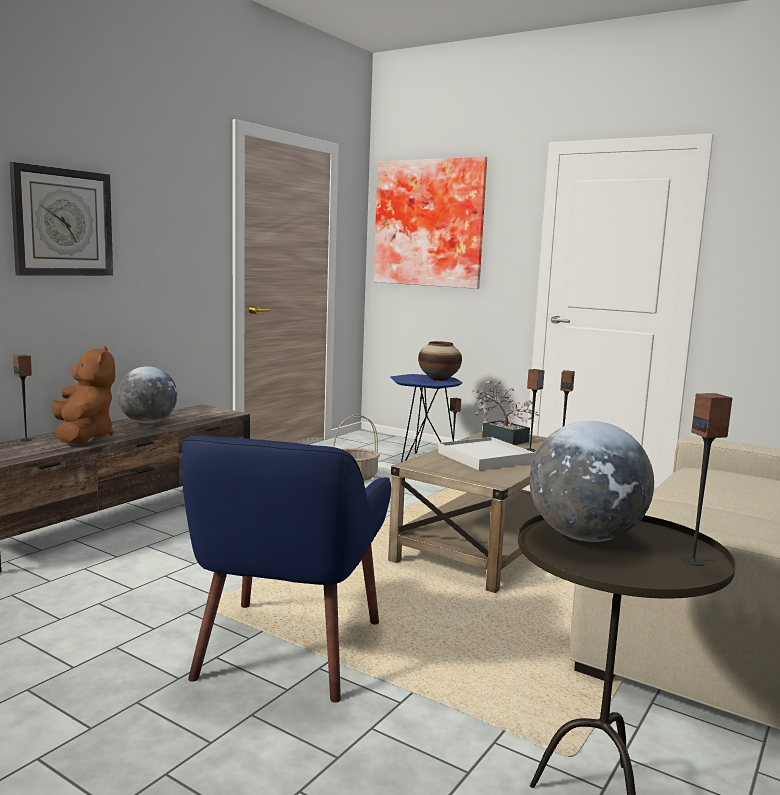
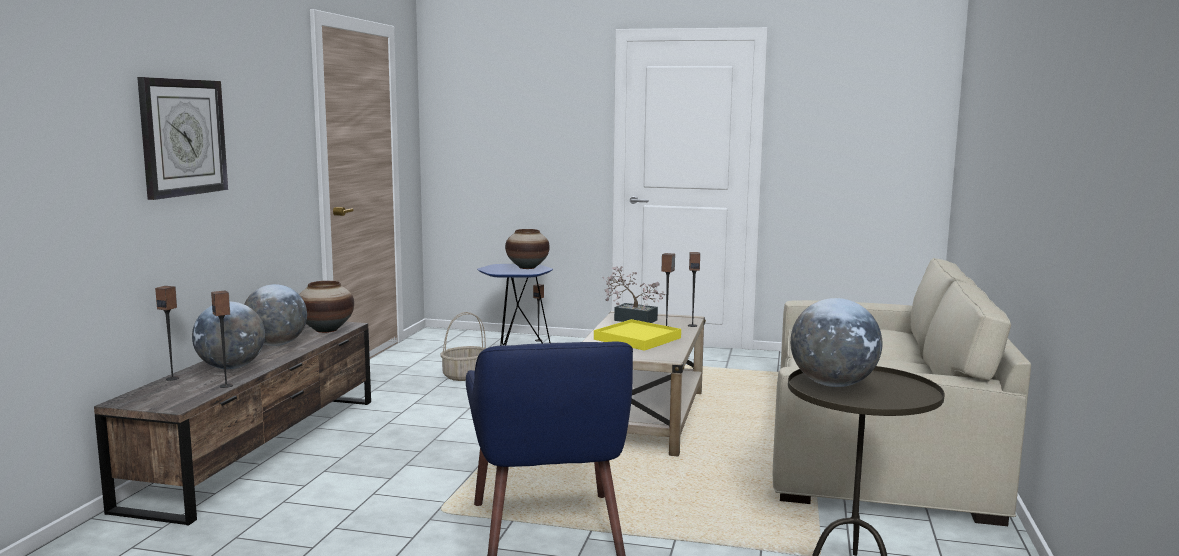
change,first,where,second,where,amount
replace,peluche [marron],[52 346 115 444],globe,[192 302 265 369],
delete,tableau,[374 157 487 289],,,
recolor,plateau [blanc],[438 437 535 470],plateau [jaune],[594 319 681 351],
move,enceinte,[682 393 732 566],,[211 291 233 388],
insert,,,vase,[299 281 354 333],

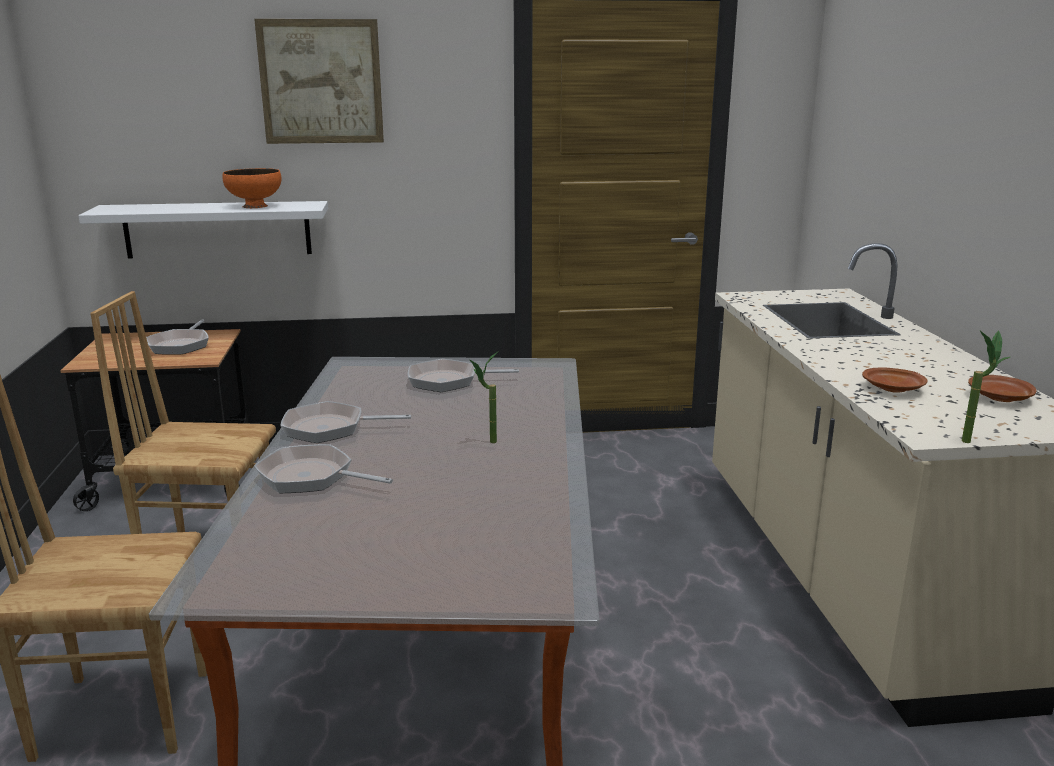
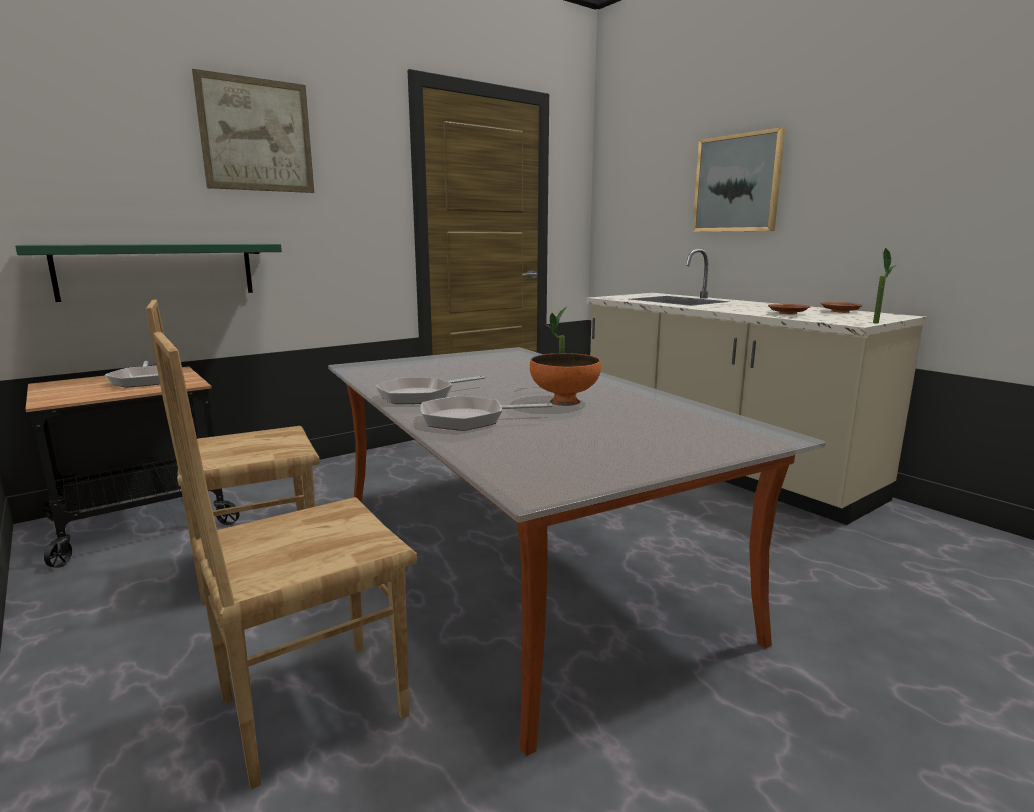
change,first,where,second,where,amount
recolor,étagère [blanc],[78 201 328 258],étagère [vert],[15 244 282 302],
move,bol [orange],[223 168 282 208],,[530 353 601 406],
delete,poêle,[407 359 519 392],,,
insert,,,tableau,[692 127 786 232],

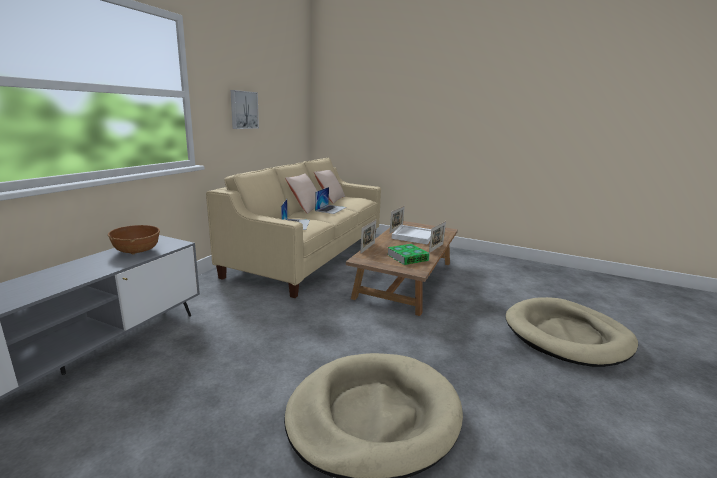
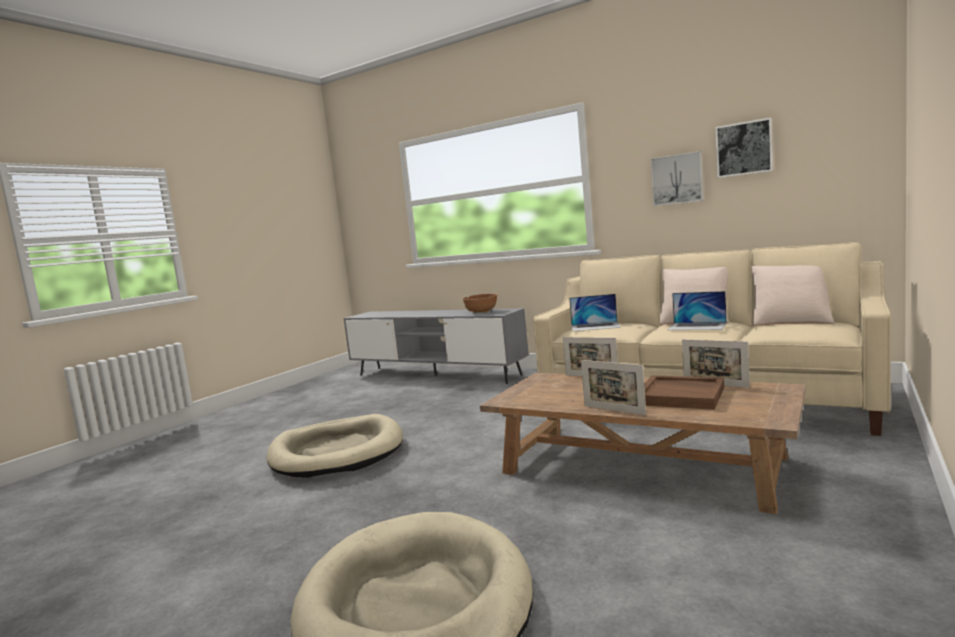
change,first,where,second,where,amount
delete,livre,[387 244 430 265],,,
recolor,plateau [blanc],[392 225 431 245],plateau [marron],[644 375 725 410],
insert,,,tableau,[715 117 773 178],

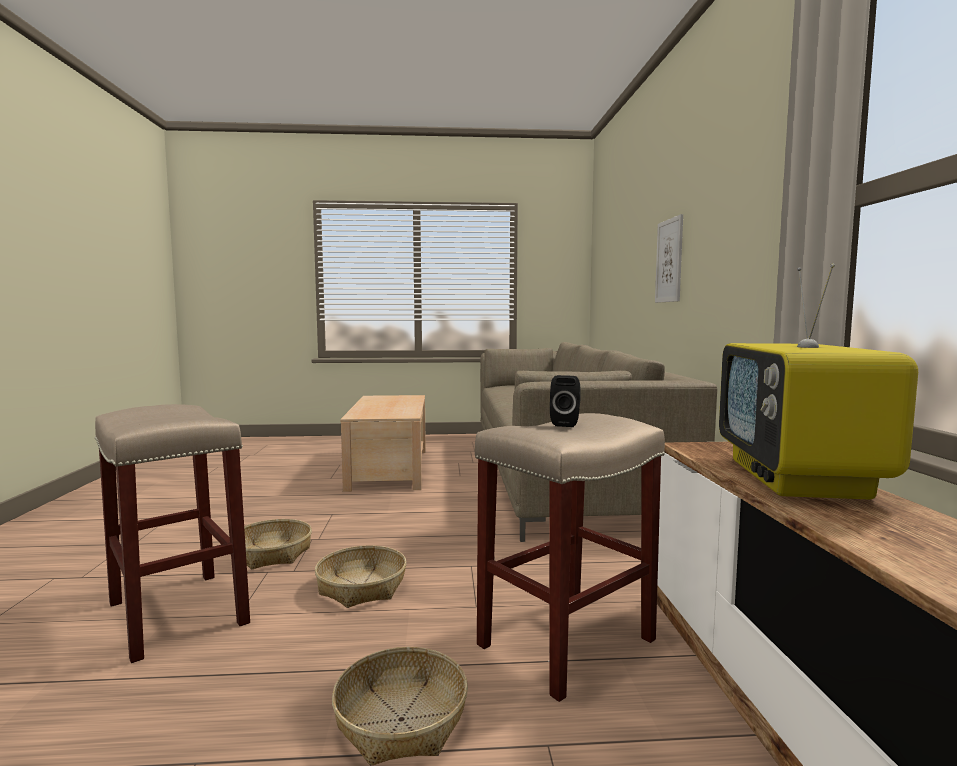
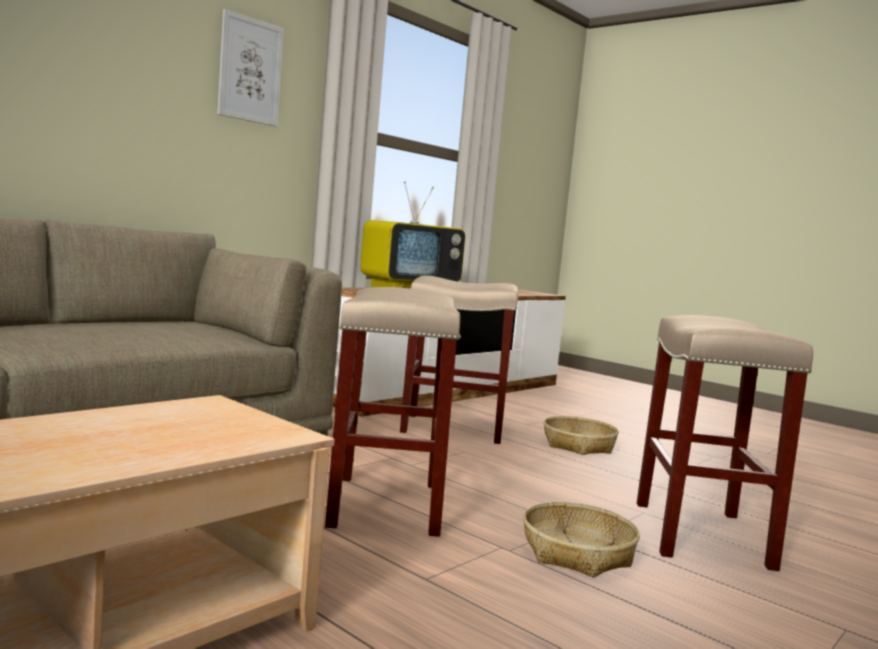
change,first,where,second,where,amount
delete,panier,[315 545 407 608],,,
delete,enceinte [noir],[550 375 580 427],,,
move,tableau,[655 214 683 303],,[217 9 284 127],
insert,,,tabouret [beige],[325 287 461 537],

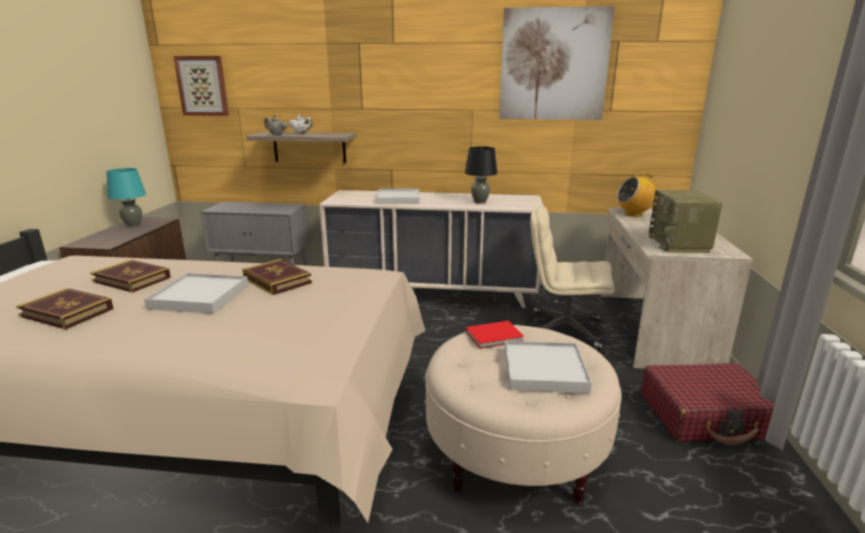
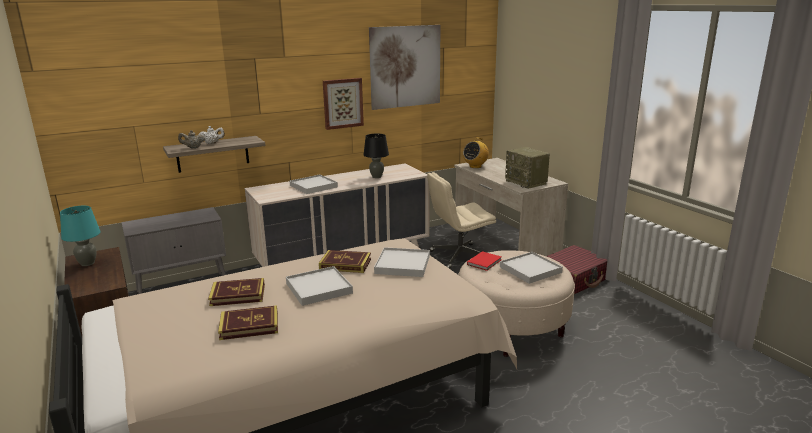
change,first,where,second,where,amount
move,tableau,[173 56 229 116],,[323 78 364 130],
insert,,,plateau [blanc],[374 247 430 277],

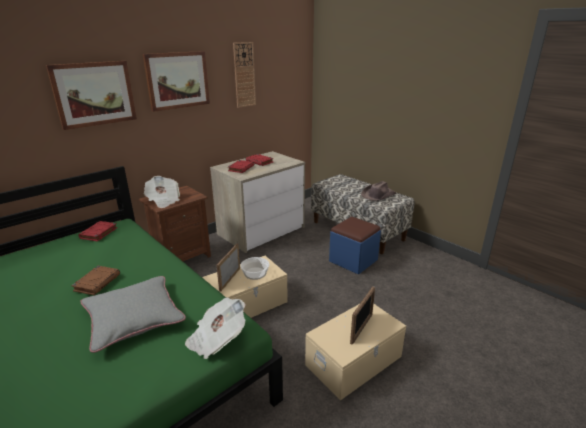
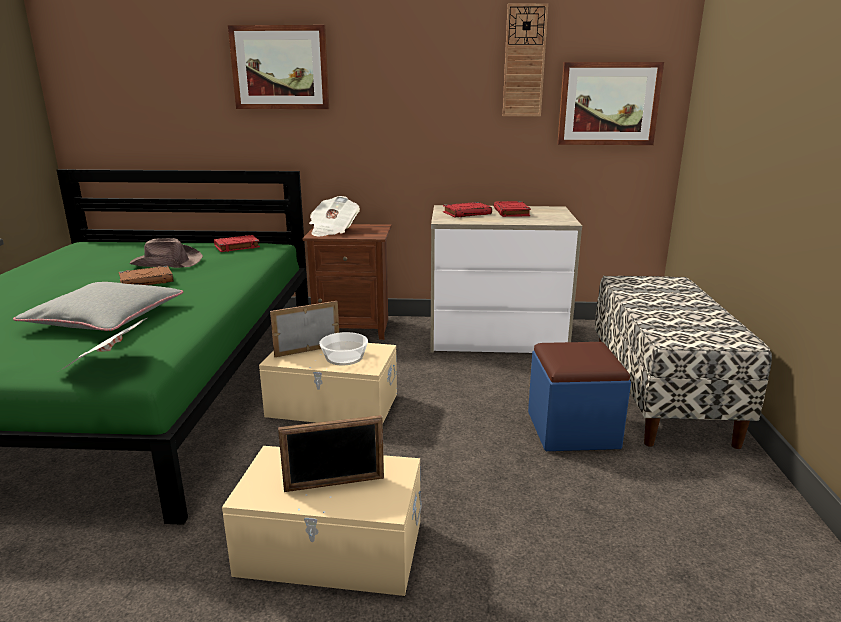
change,first,where,second,where,amount
move,tableau,[143 51 210 112],,[557 62 664 145],
move,chapeau [marron],[361 181 397 201],,[129 238 203 268],

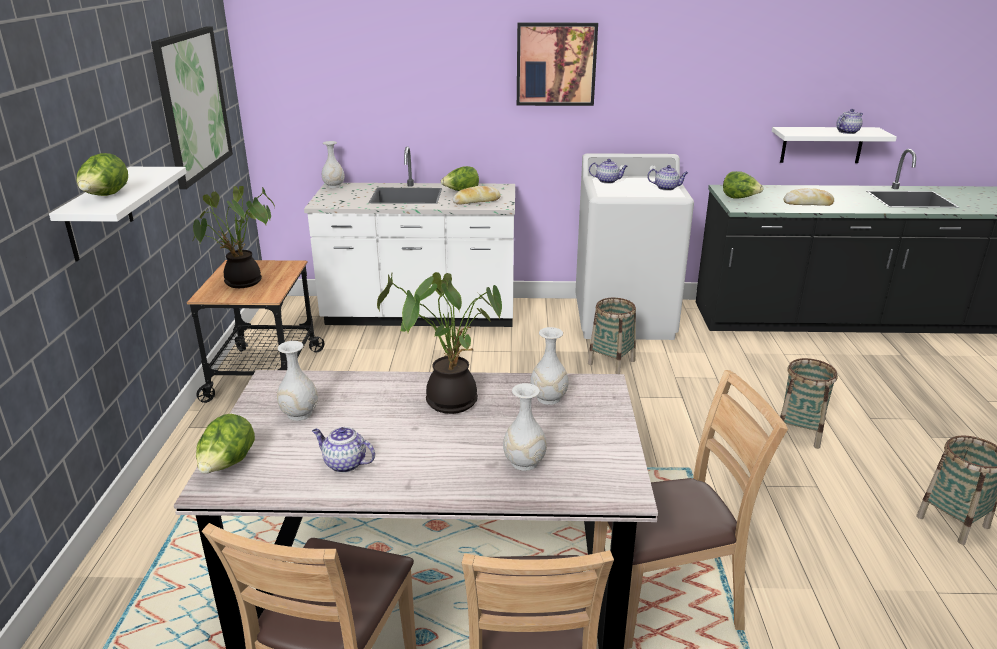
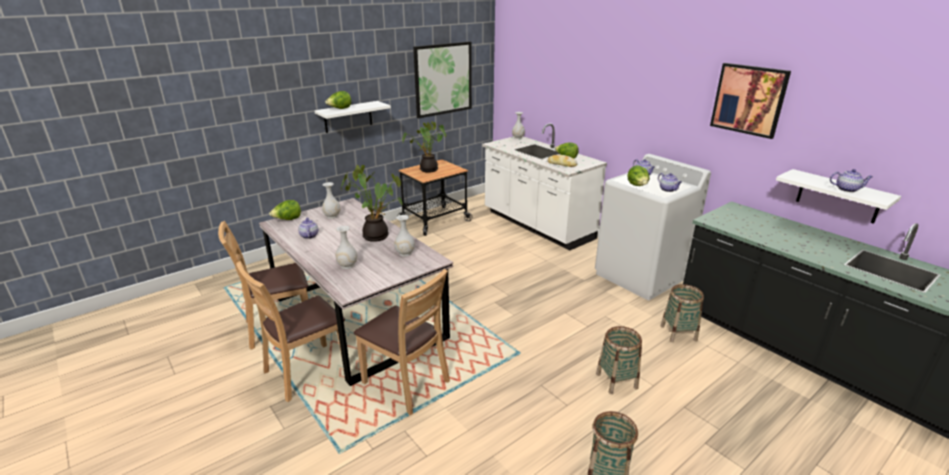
change,first,where,second,where,amount
move,tableau,[517 23 598 106],,[710 63 791 139],
move,panier,[588 298 636 374],,[661 284 704 342],
move,laitue,[723 171 764 199],,[628 165 649 186],
delete,pain,[783 188 834 206],,,

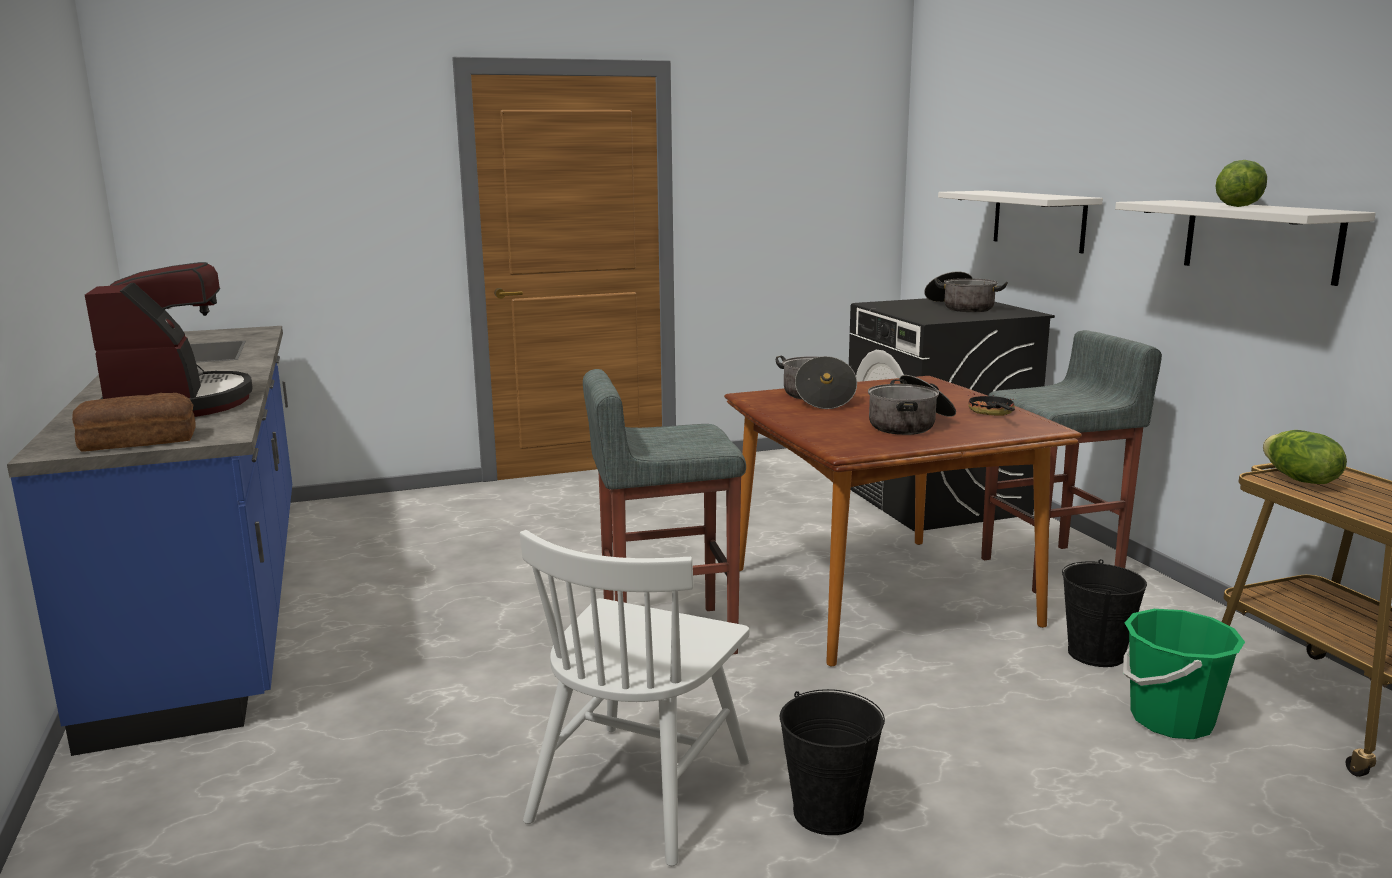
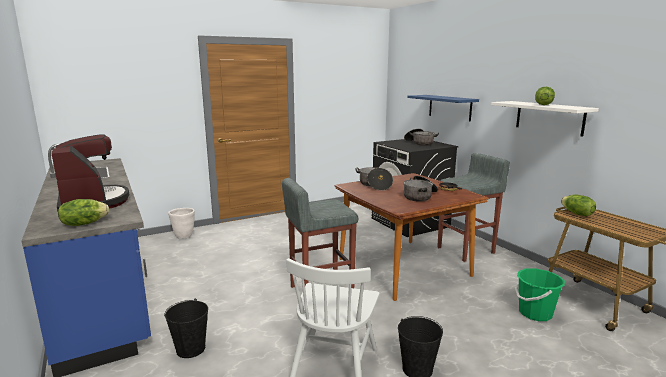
change,first,where,second,where,amount
replace,pain,[72 393 196 452],laitue,[58 199 109 226],
recolor,étagère [blanc],[938 191 1103 253],étagère [bleu],[407 95 479 121],
move,seau [noir],[1062 559 1147 667],,[164 299 208 358],
insert,,,cache-pot [blanc],[168 208 195 239],

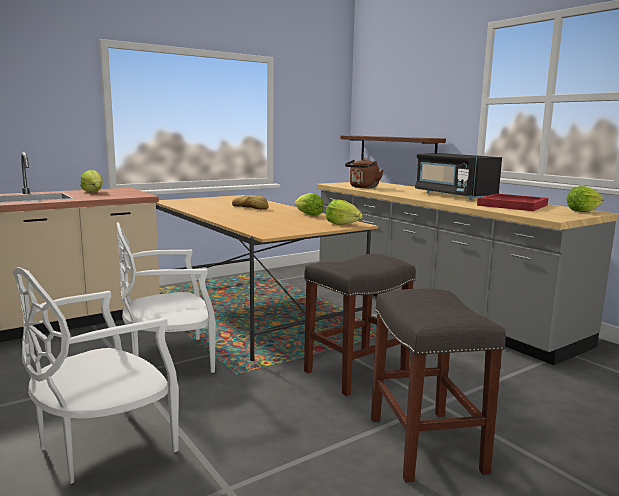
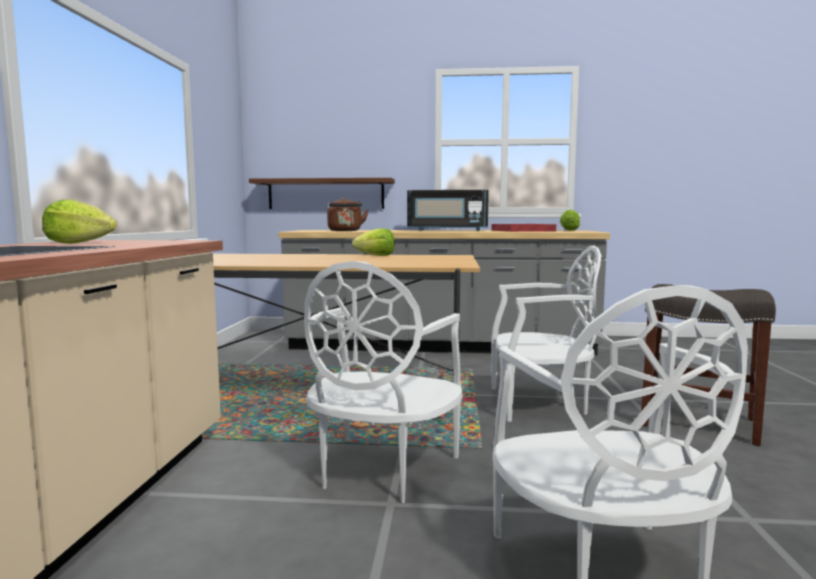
change,first,where,second,where,amount
delete,pain,[232 195 269 210],,,
replace,tabouret [gris],[304 254 416 396],chaise [blanc],[491 246 602 422],
delete,laitue,[326 199 363 225],,,

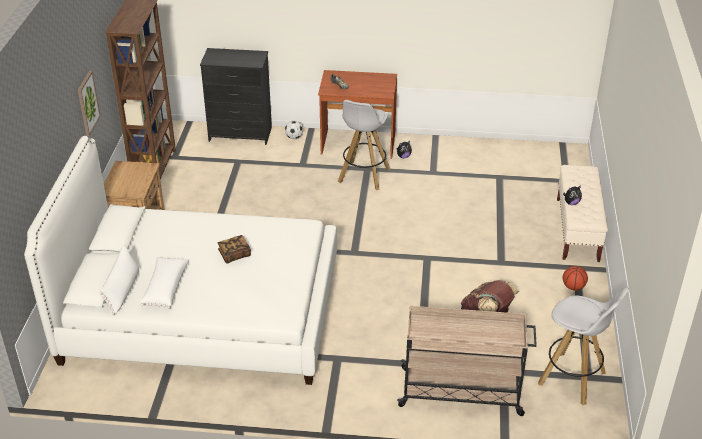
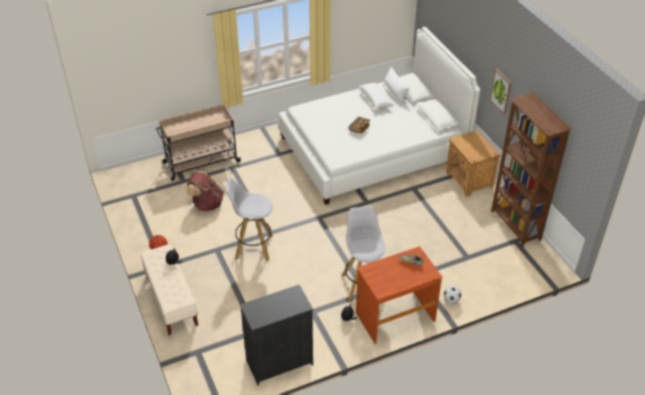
change,first,where,second,where,amount
move,commode [noir],[200 48 272 145],,[240 285 313 386],
move,tabouret [blanc],[538 287 629 405],,[225 177 273 261],

